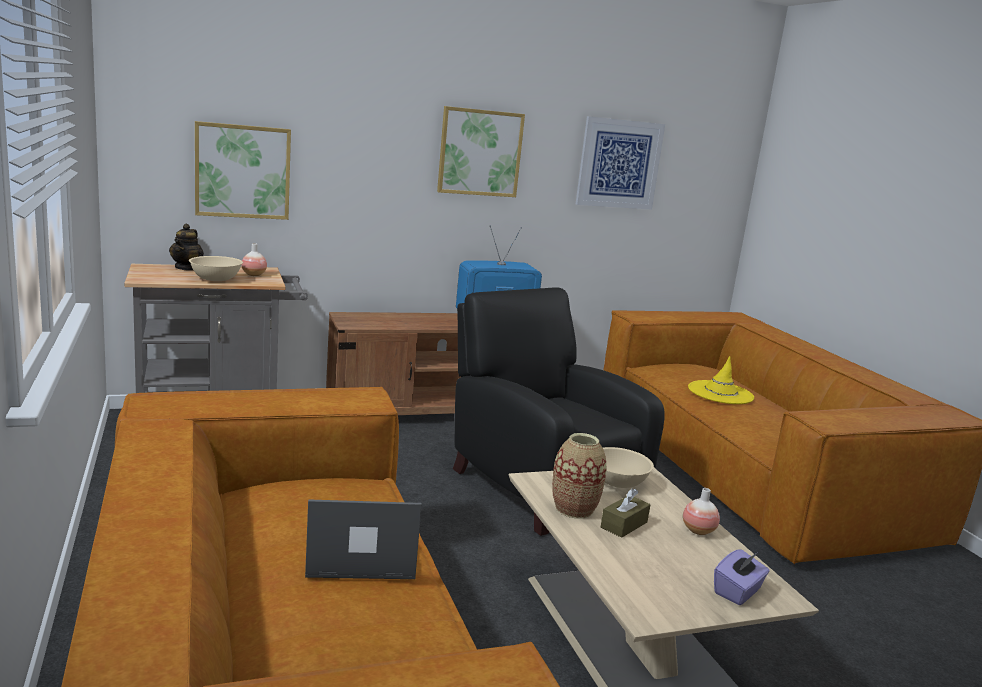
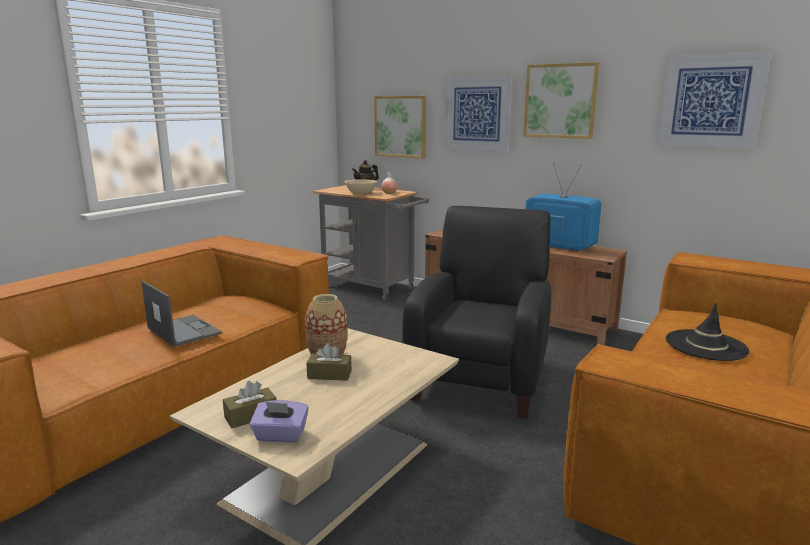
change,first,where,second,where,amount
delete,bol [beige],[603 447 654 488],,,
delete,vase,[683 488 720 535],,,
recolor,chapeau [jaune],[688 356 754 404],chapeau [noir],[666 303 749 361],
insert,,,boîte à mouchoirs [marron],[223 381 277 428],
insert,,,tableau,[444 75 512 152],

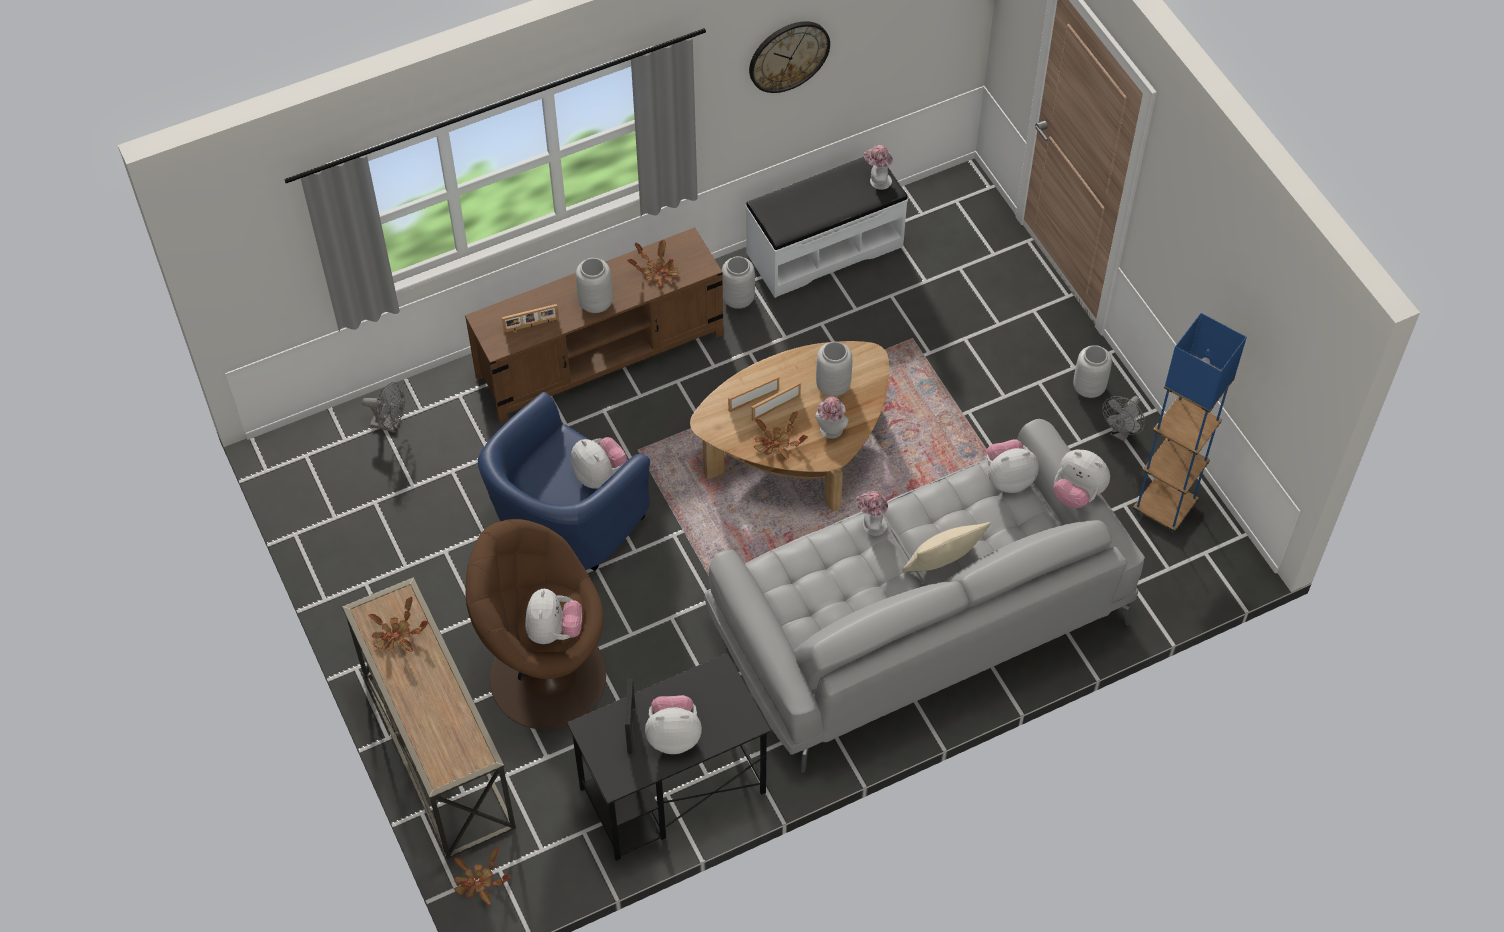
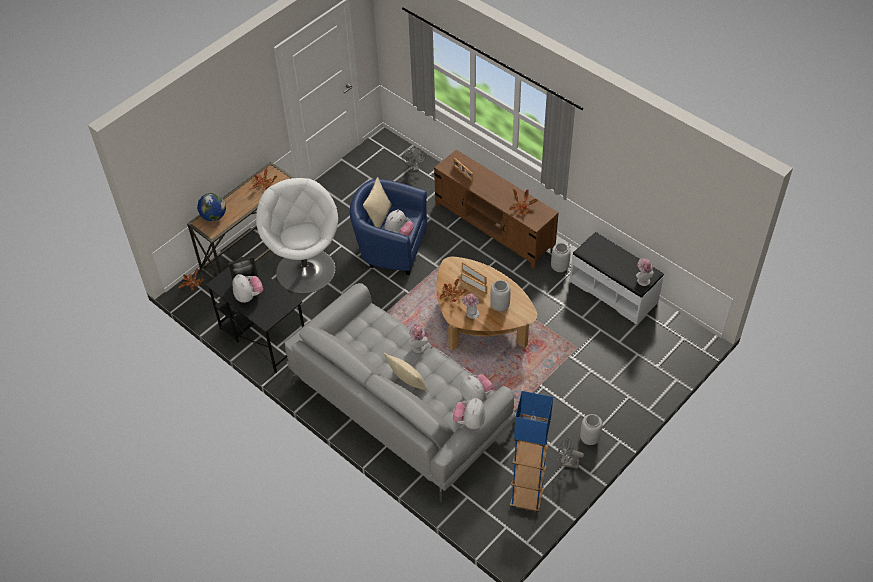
change,first,where,second,where,amount
recolor,fauteuil [marron],[465 519 606 730],fauteuil [blanc],[256 178 338 293],
delete,peluche,[525 589 582 644],,,
delete,vase [gris],[576 258 613 313],,,
delete,horloge murale,[749 21 830 93],,,
insert,,,globe,[197 193 226 221],
insert,,,coussin [beige],[363 177 392 228],

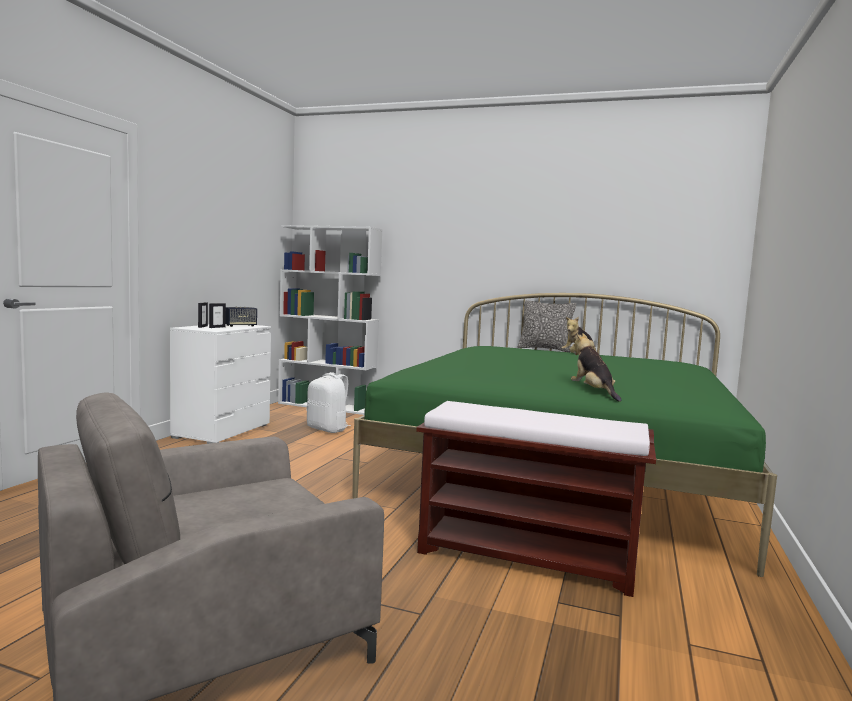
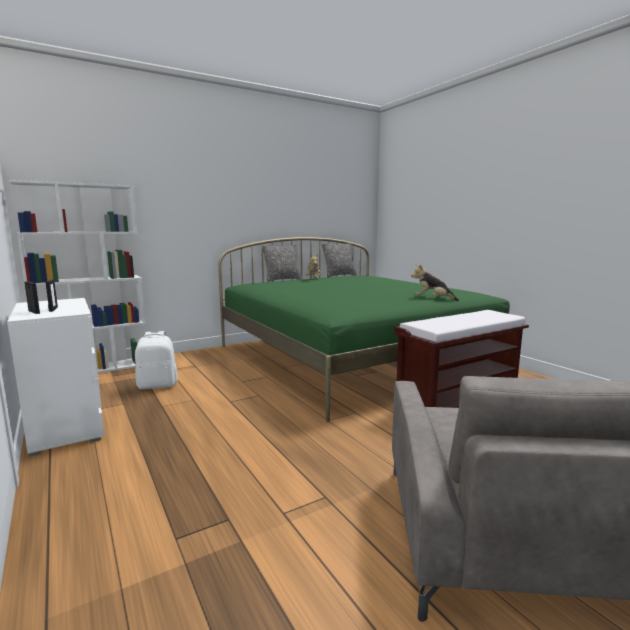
change,first,where,second,where,amount
delete,enceinte,[226 307 257 327],,,
insert,,,coussin,[322 244 357 277],

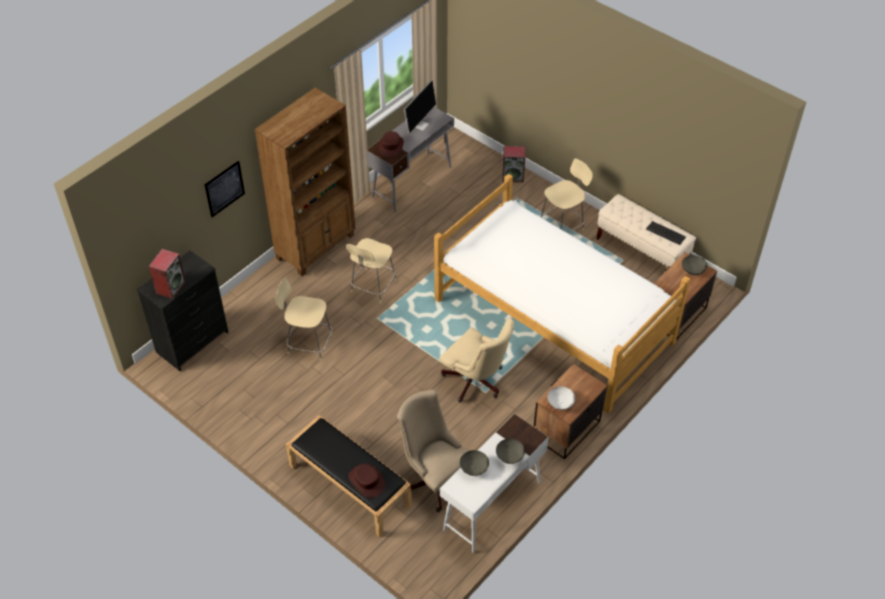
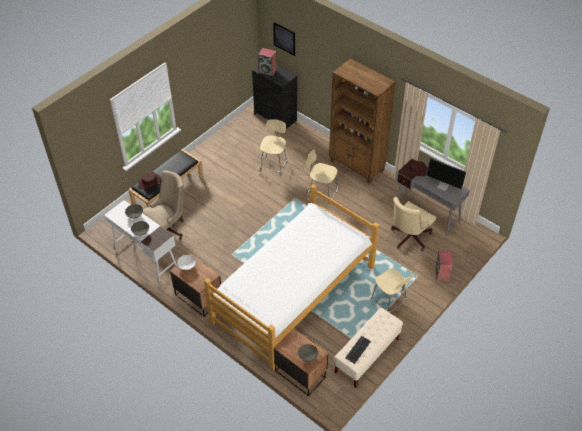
change,first,where,second,where,amount
move,tableau,[205 161 245 217],,[273 22 295 56],
move,chaise de bureau [beige],[439 318 514 402],,[391 197 436 251],

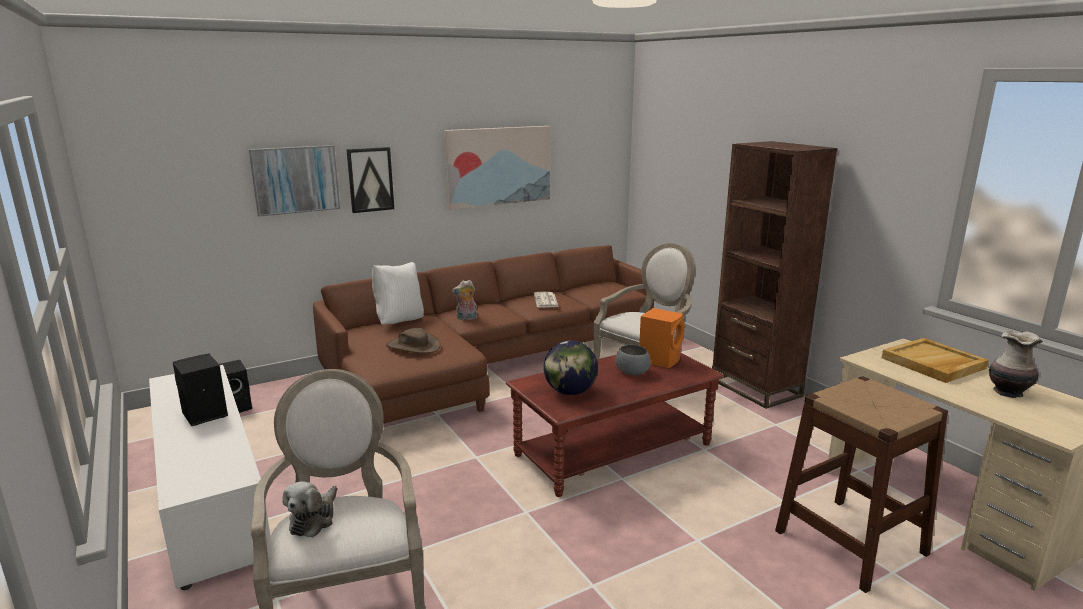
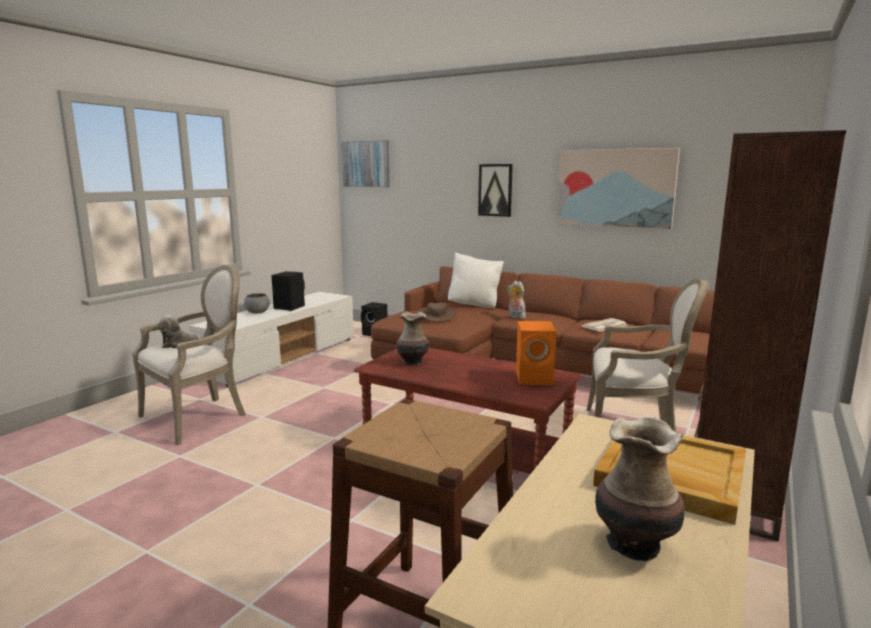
change,first,where,second,where,amount
move,tableau,[249 145 340 217],,[342 140 389 187],
replace,globe,[544 340 598 395],vase,[396 312 429 366],
move,bol [gris],[616 345 651 376],,[244 293 270 314],

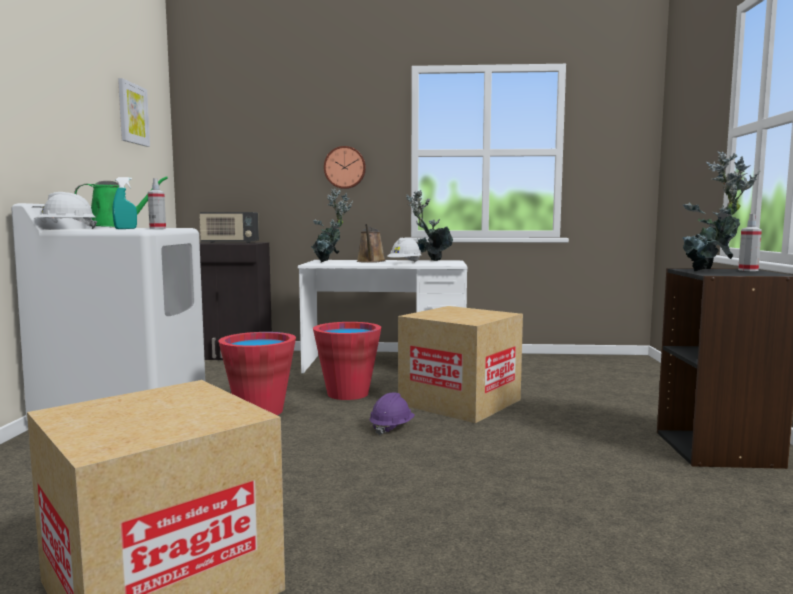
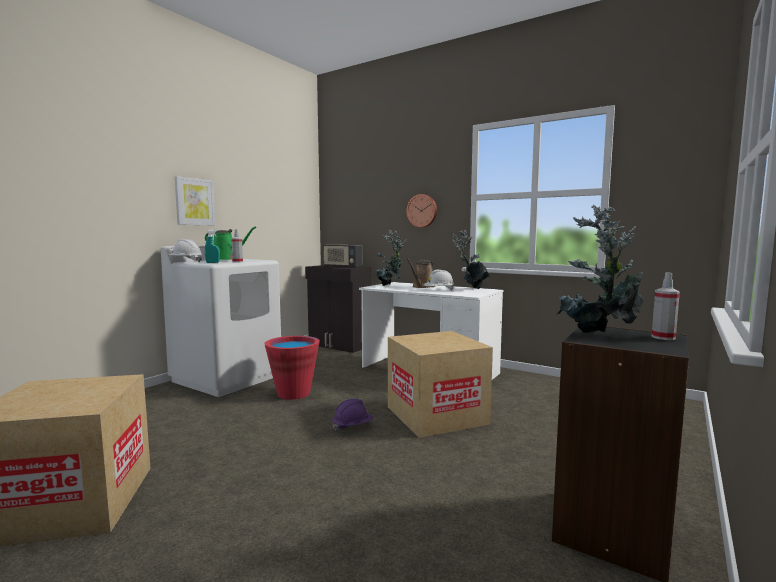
change,first,where,second,where,amount
move,tableau,[118 78 150 147],,[175 176 215 225],
delete,seau [rouge],[313 322 382 400],,,

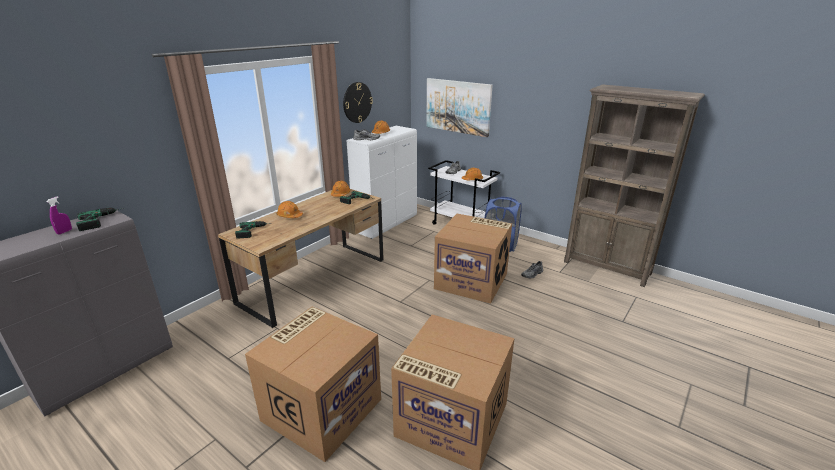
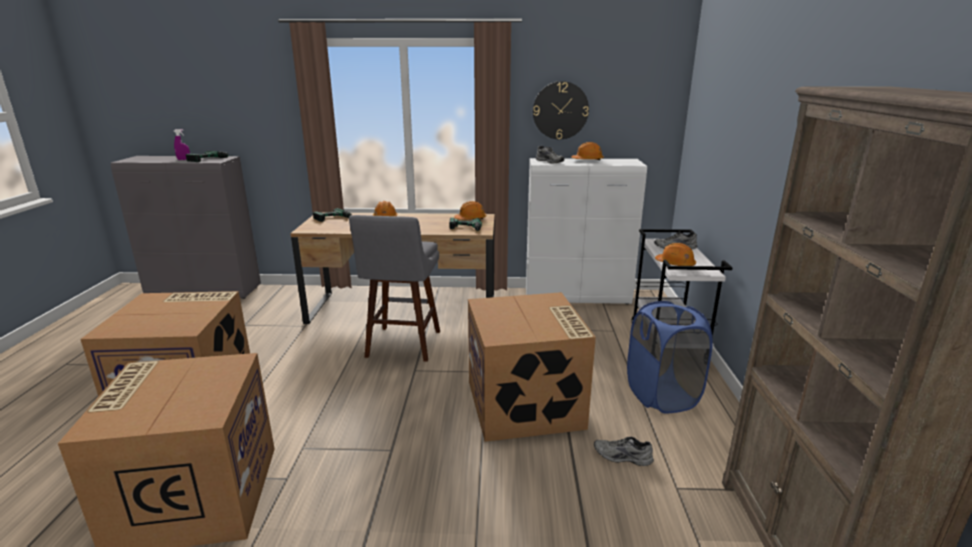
change,first,where,second,where,amount
delete,tableau,[426 78 493 137],,,
insert,,,tabouret [gris],[349 215 440 362],

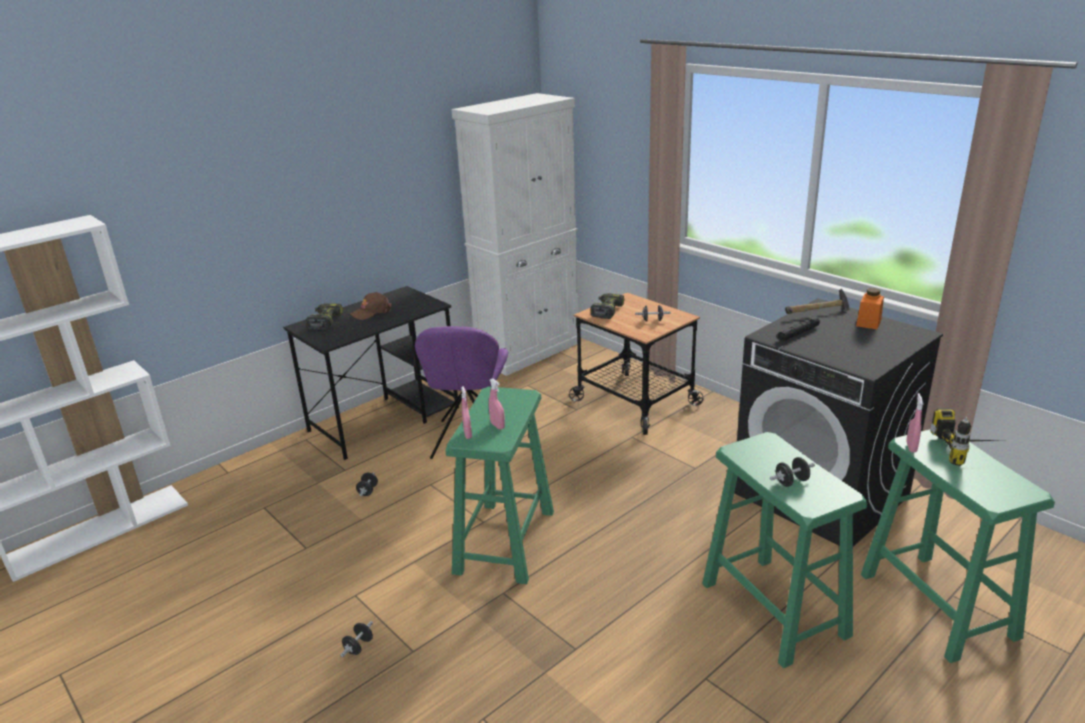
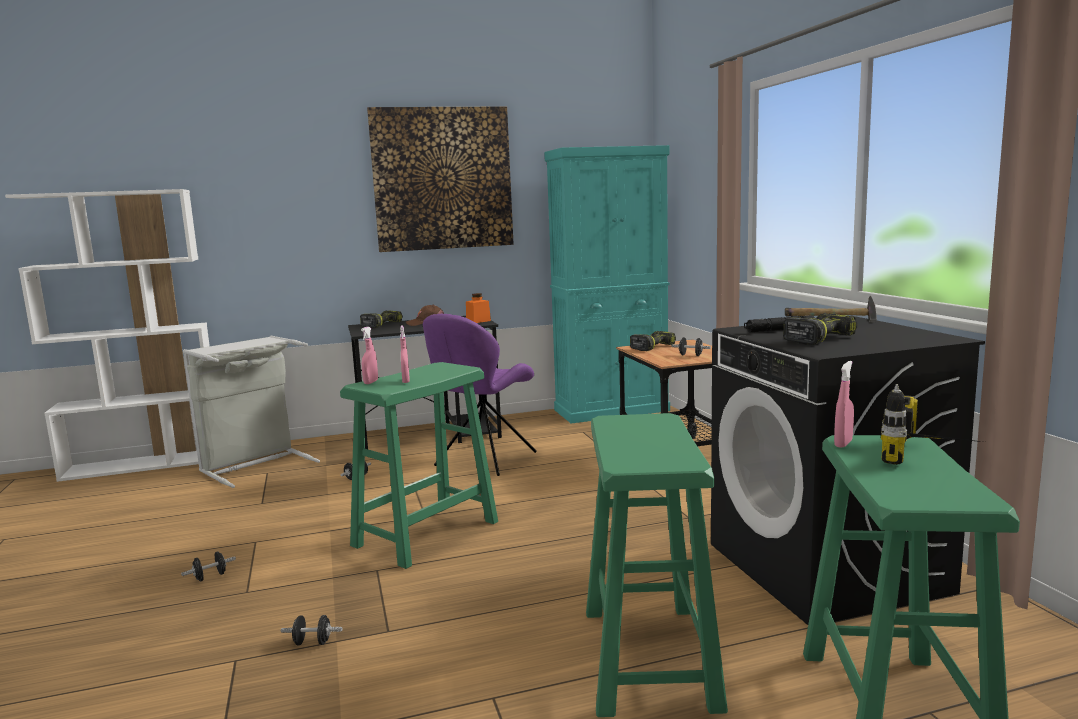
change,first,where,second,where,amount
recolor,meuble de rangement [blanc],[451 93 578 376],meuble de rangement [turquoise],[544 145 670 423],
move,haltère [noir],[770 457 815 487],,[281 615 342 645],
move,bocal [orange],[856 288 884 329],,[466 293 491 323],
insert,,,panier à linge [gris],[183 336 320 488],
insert,,,tableau,[367 106 514 252],
insert,,,perceuse,[783 313 857 345],

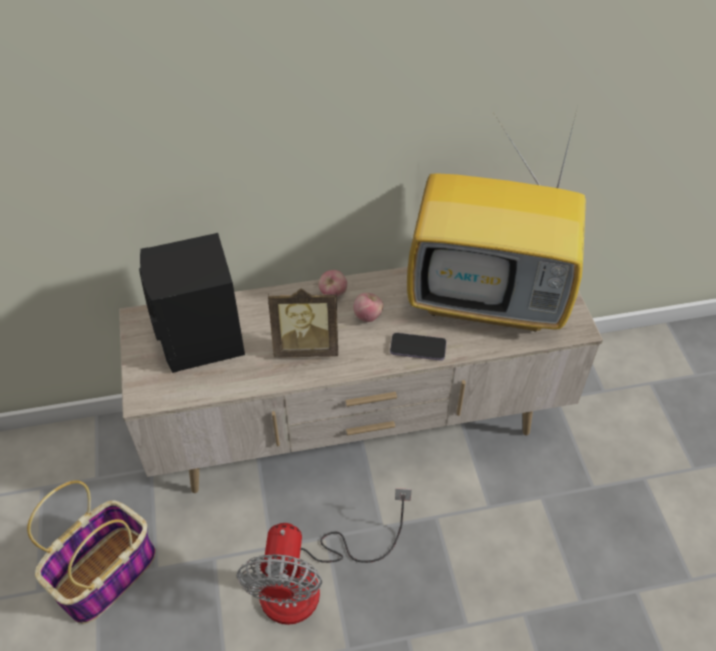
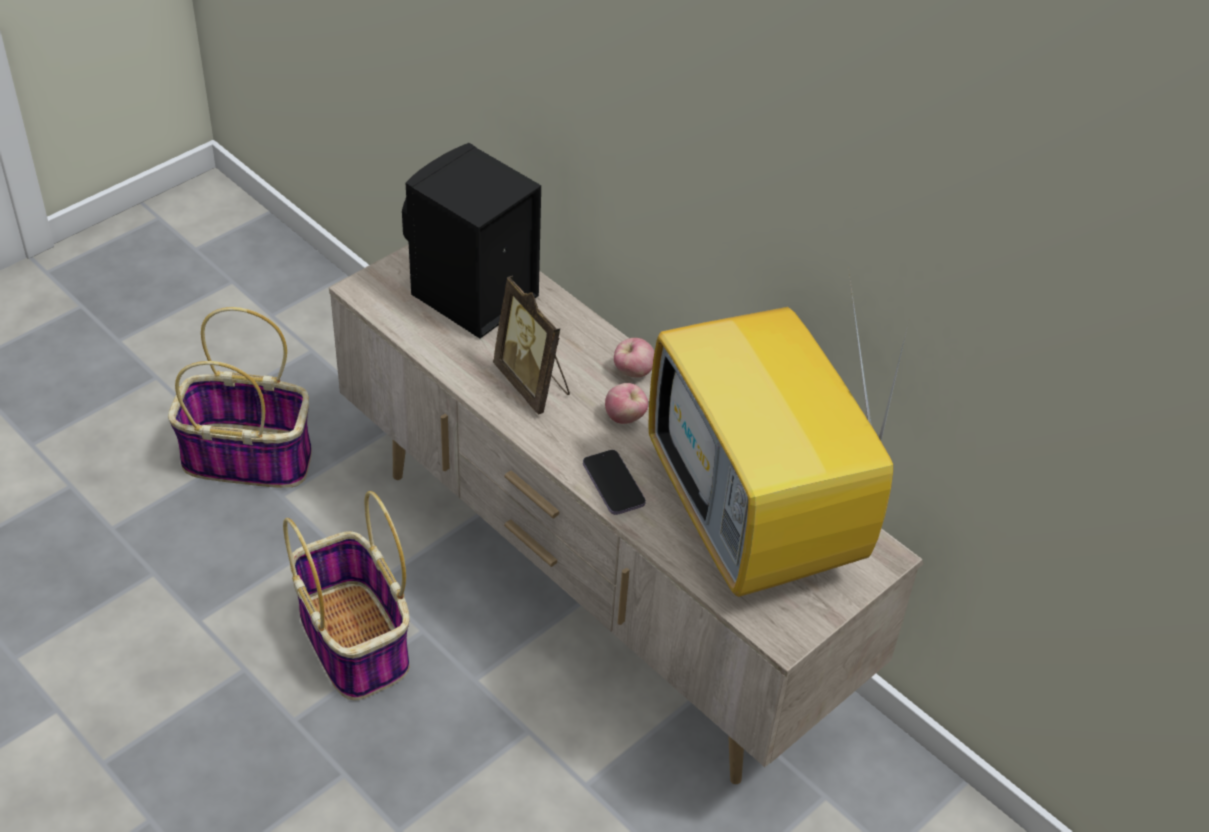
change,first,where,second,where,amount
replace,ventilateur,[236 488 412 625],panier,[283 491 410 700],

